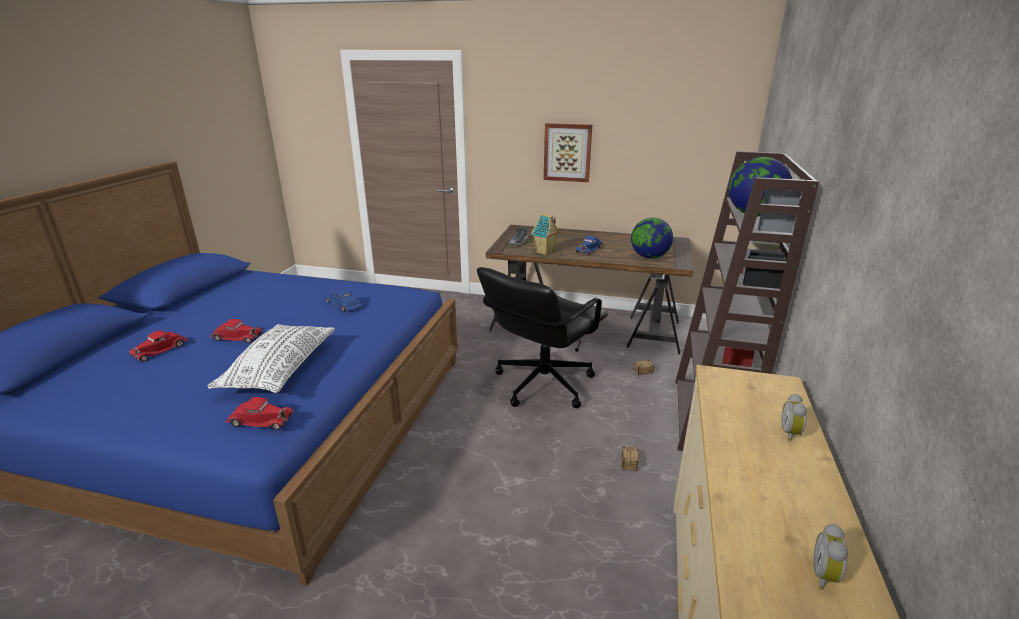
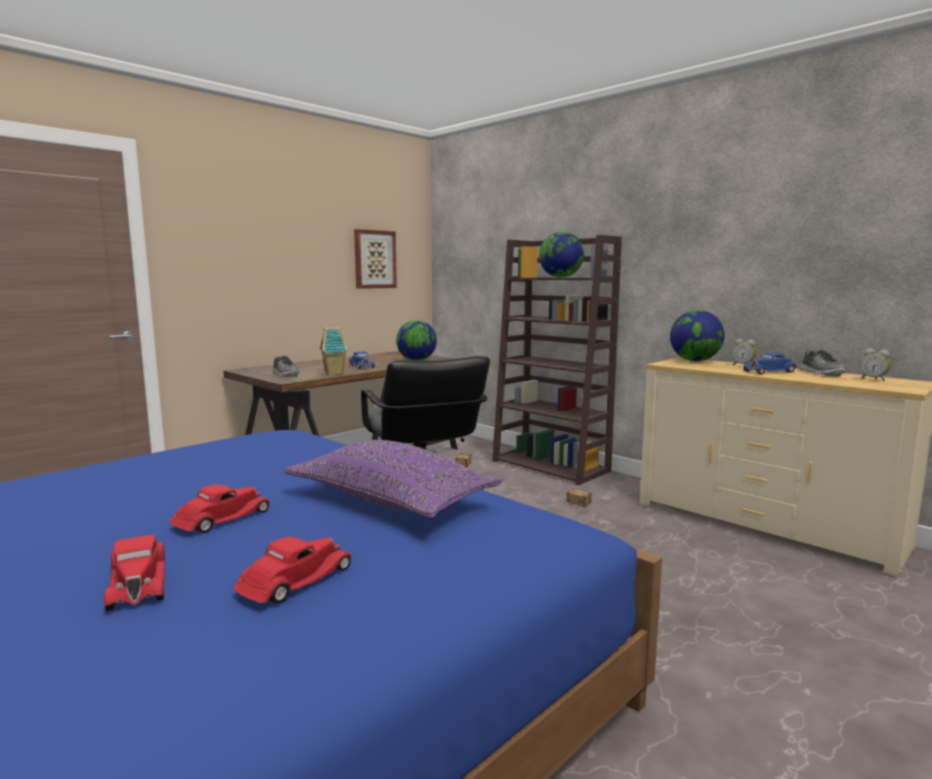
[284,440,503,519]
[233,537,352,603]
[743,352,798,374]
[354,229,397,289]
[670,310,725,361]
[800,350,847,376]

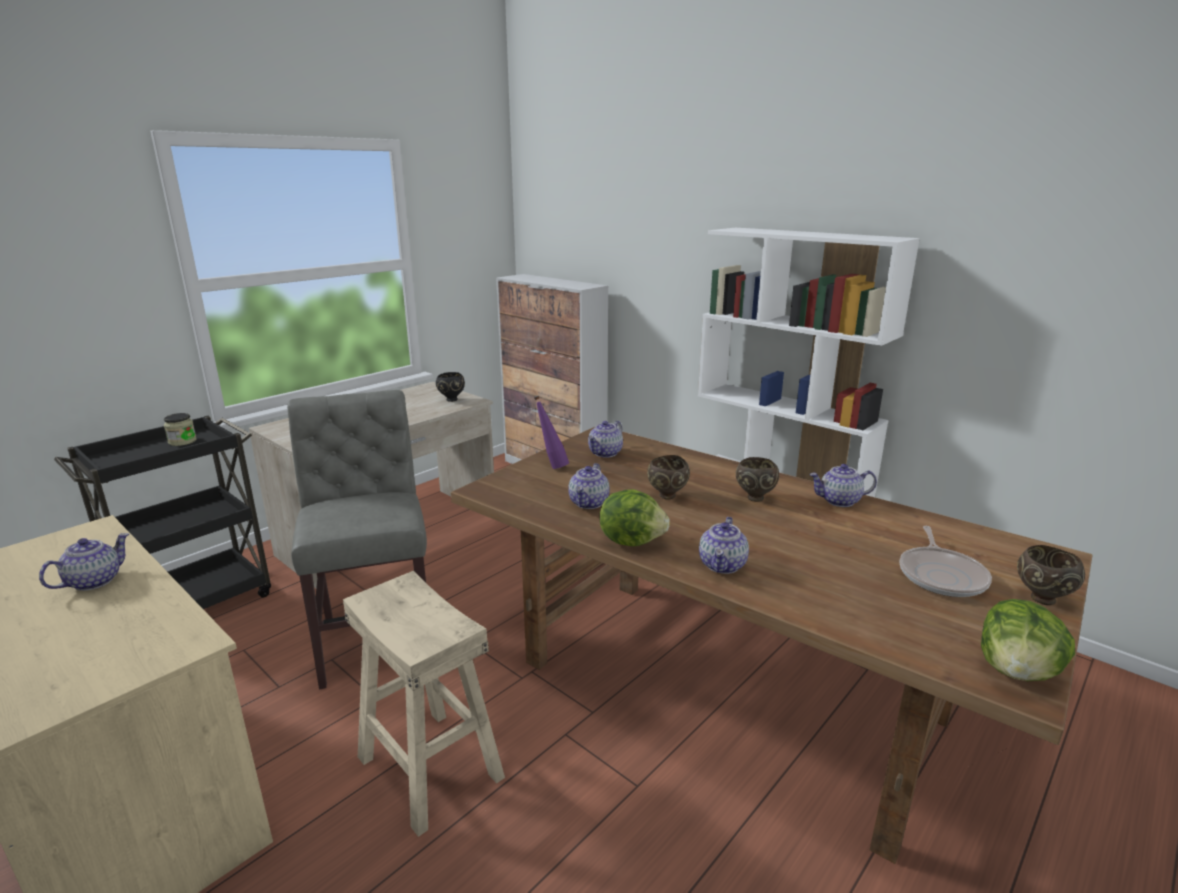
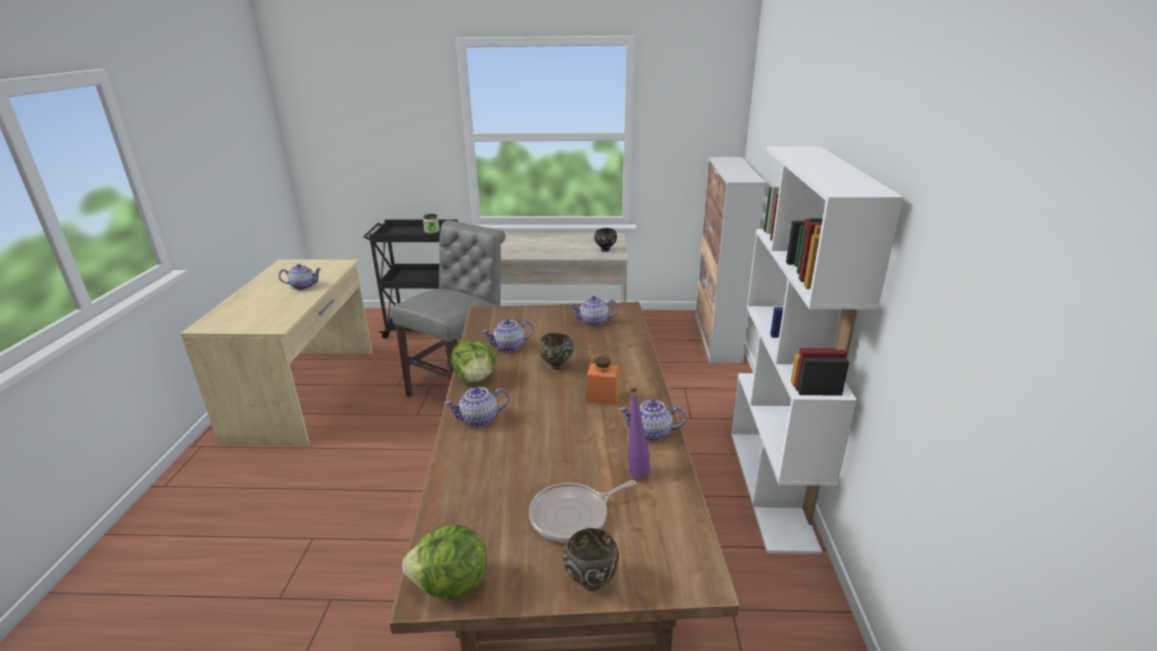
[343,571,505,837] (first image)
[628,388,651,478]
[586,357,619,405]
[619,400,686,441]

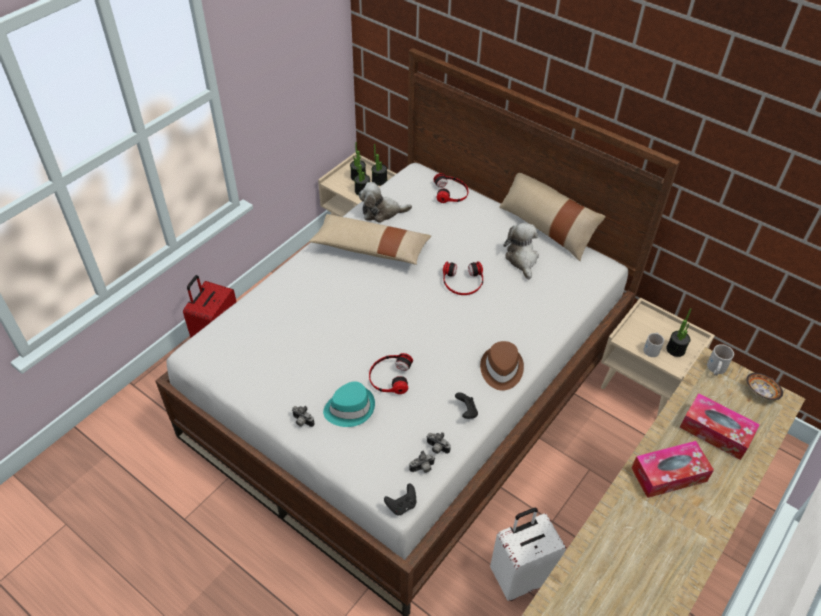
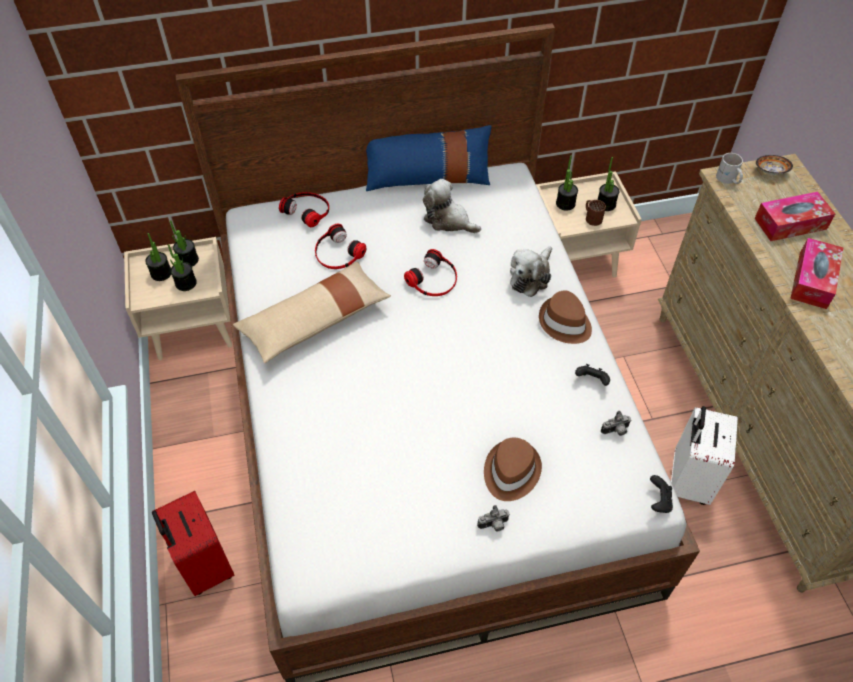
[484,438,542,501]
[510,246,552,297]
[315,224,366,269]
[409,451,435,473] (first image)
[366,125,491,191]
[586,200,606,226]
[556,156,578,211]

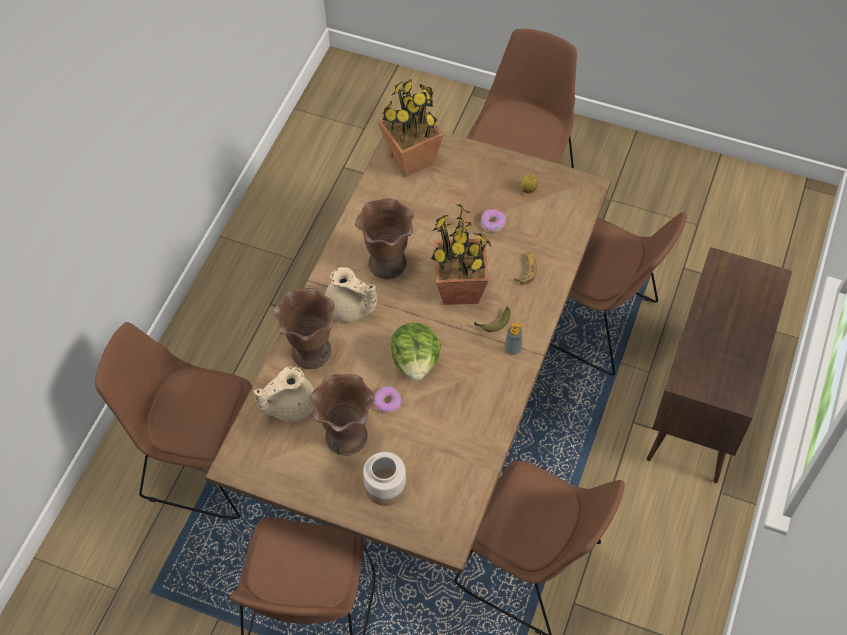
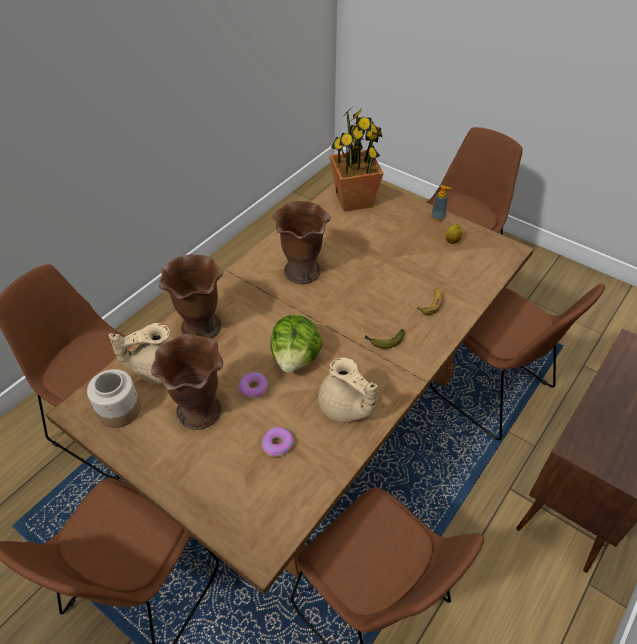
[318,357,378,422]
[87,369,141,428]
[431,204,493,305] (first image)
[262,427,294,457]
[431,185,451,221]

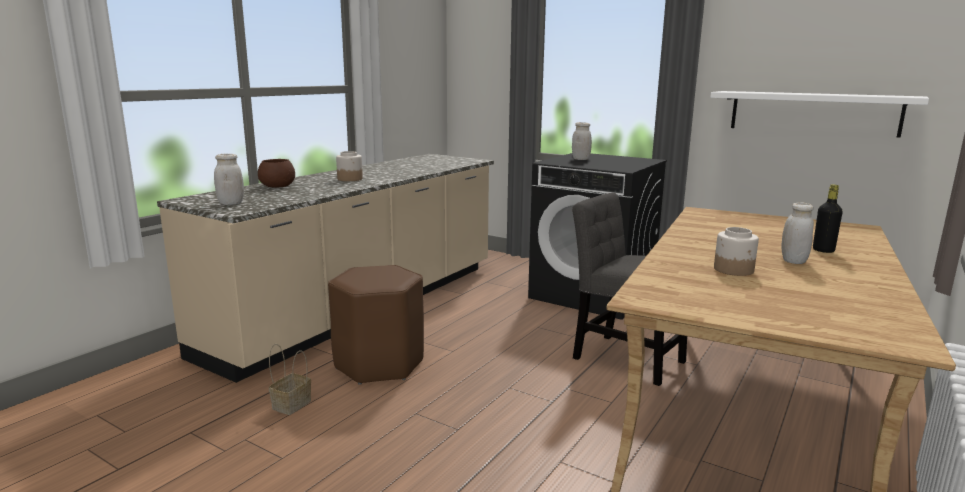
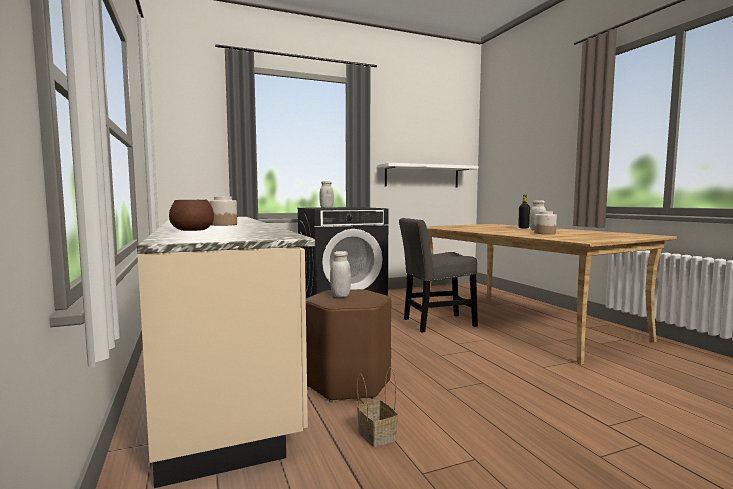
[330,251,351,297]

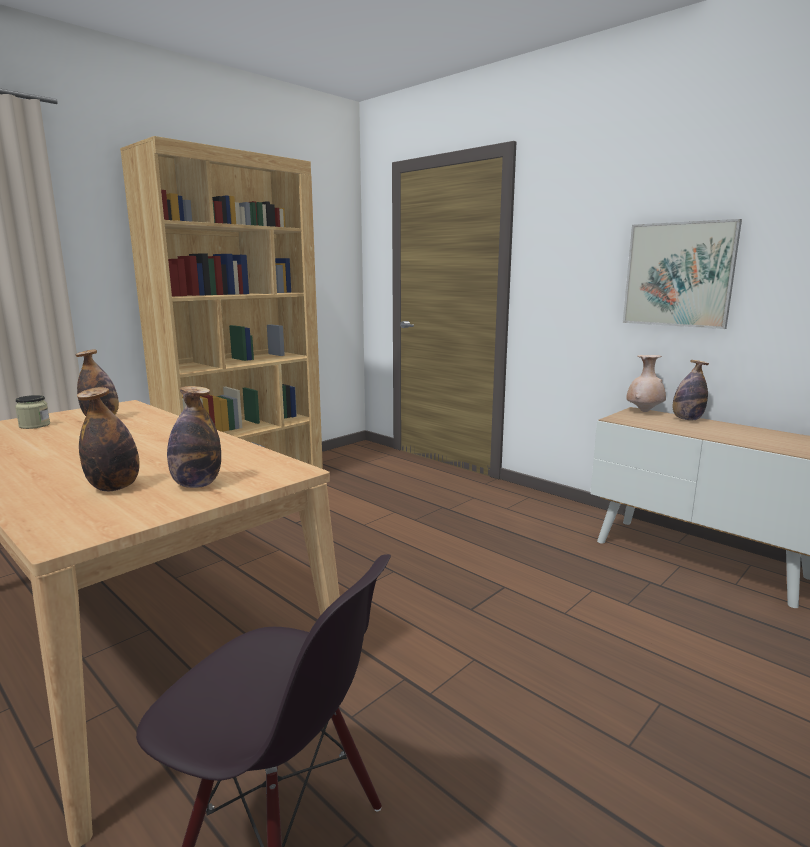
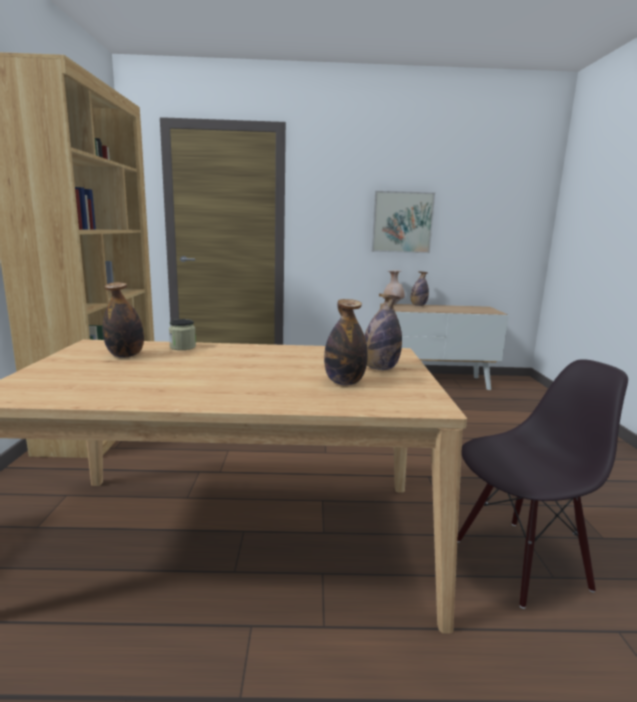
[169,319,196,350]

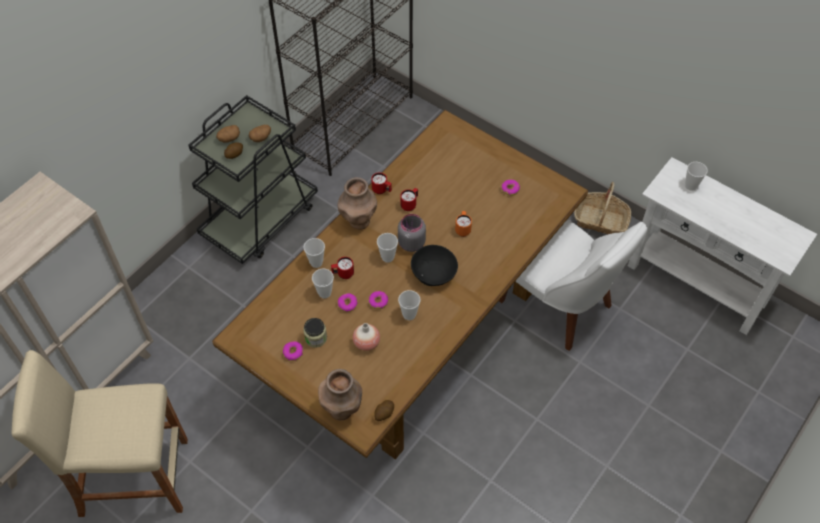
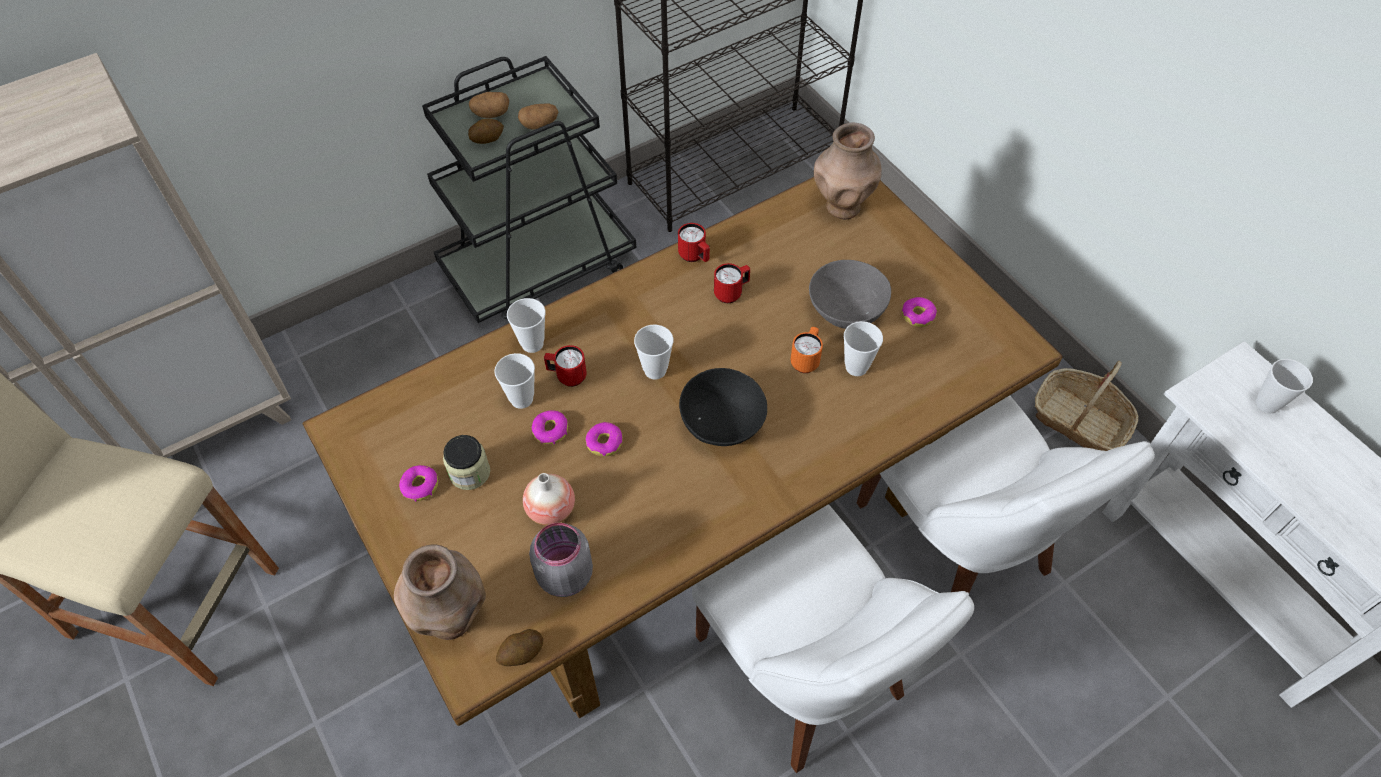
[814,122,881,219]
[529,523,593,597]
[844,321,883,376]
[692,504,974,773]
[809,260,891,329]

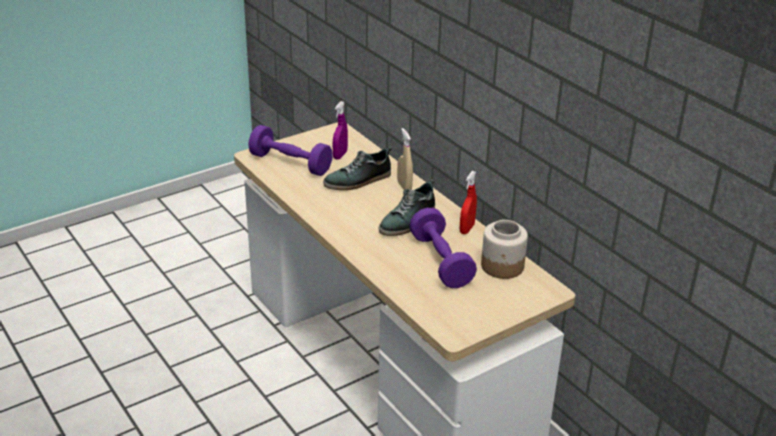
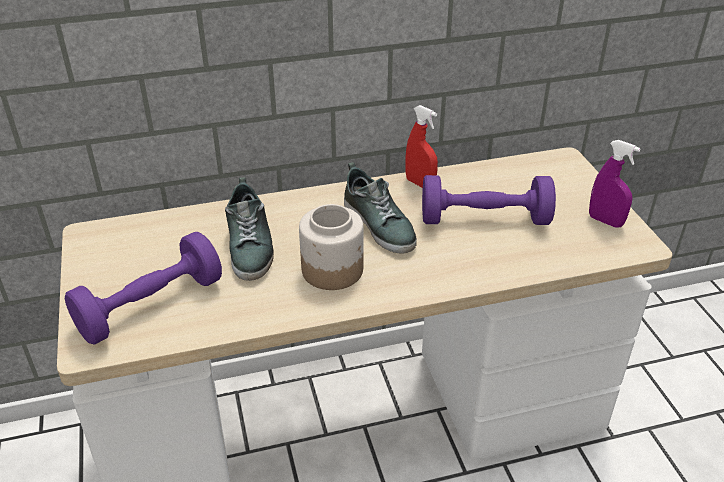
[589,140,641,228]
[397,128,413,190] (first image)
[299,204,364,290]

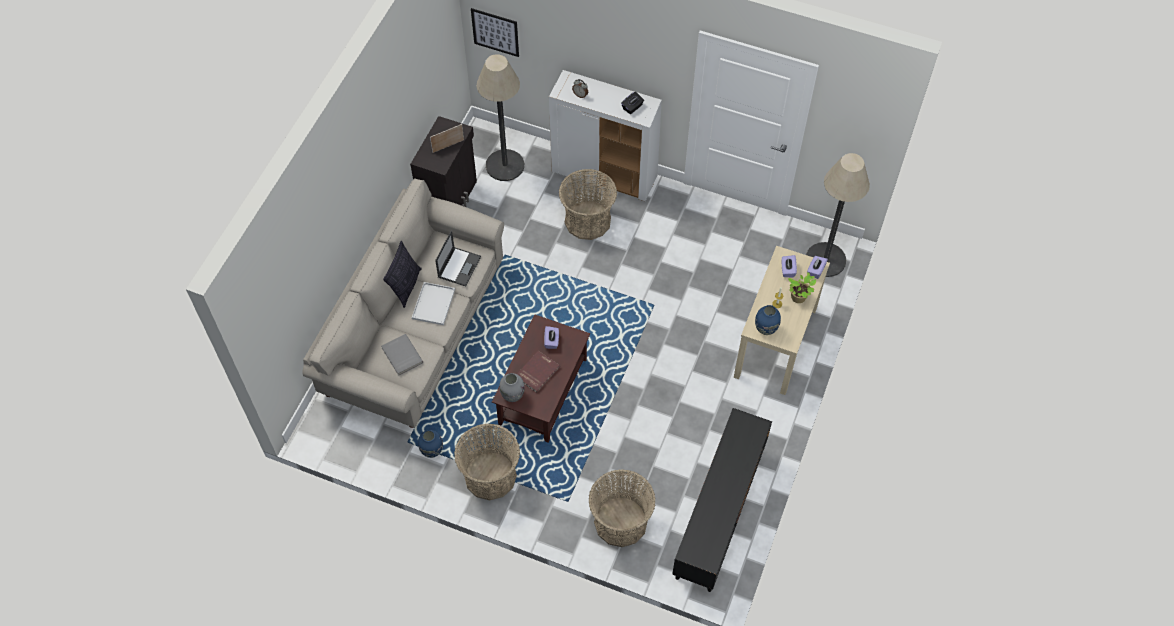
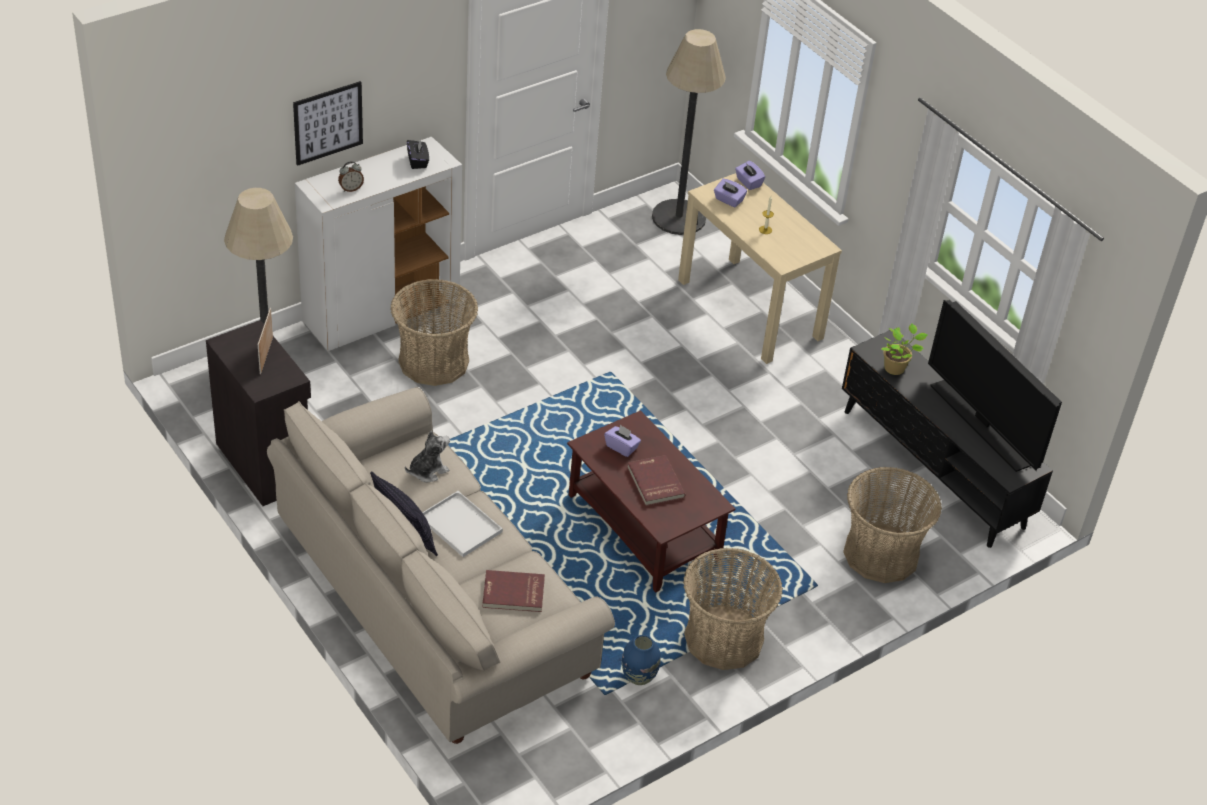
[482,570,545,612]
[405,431,450,482]
[293,81,363,166]
[499,373,525,402] (first image)
[755,305,781,335] (first image)
[882,323,928,375]
[928,300,1062,472]

